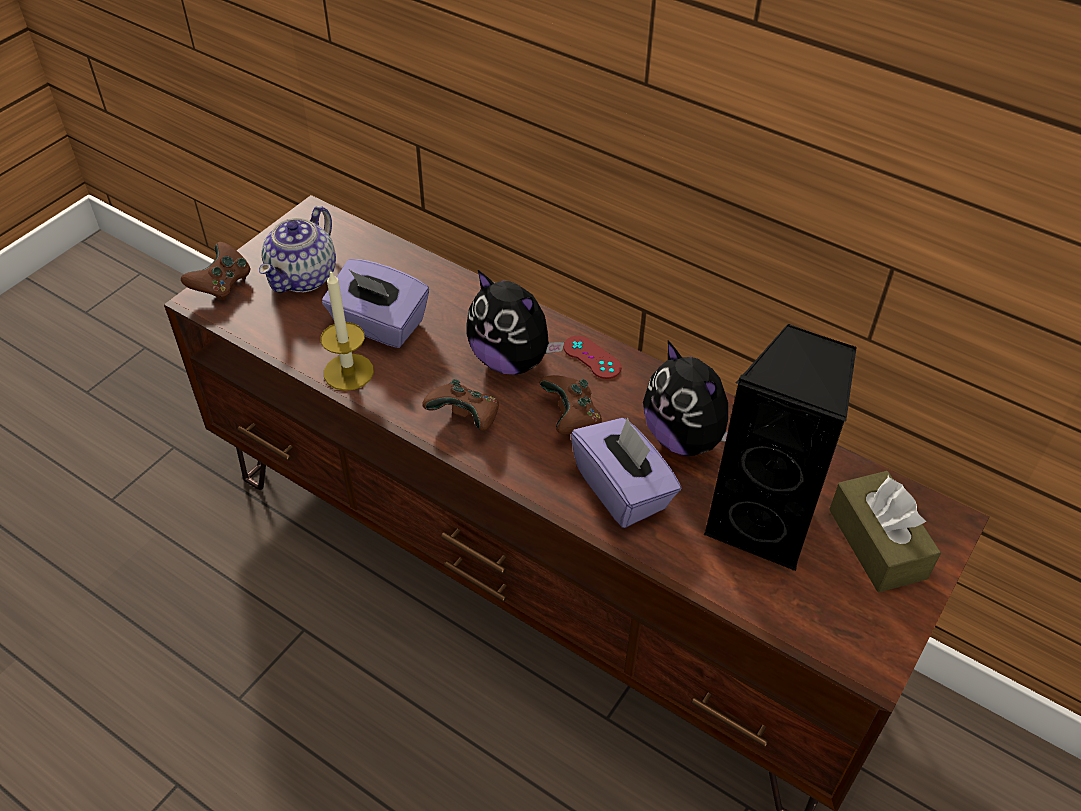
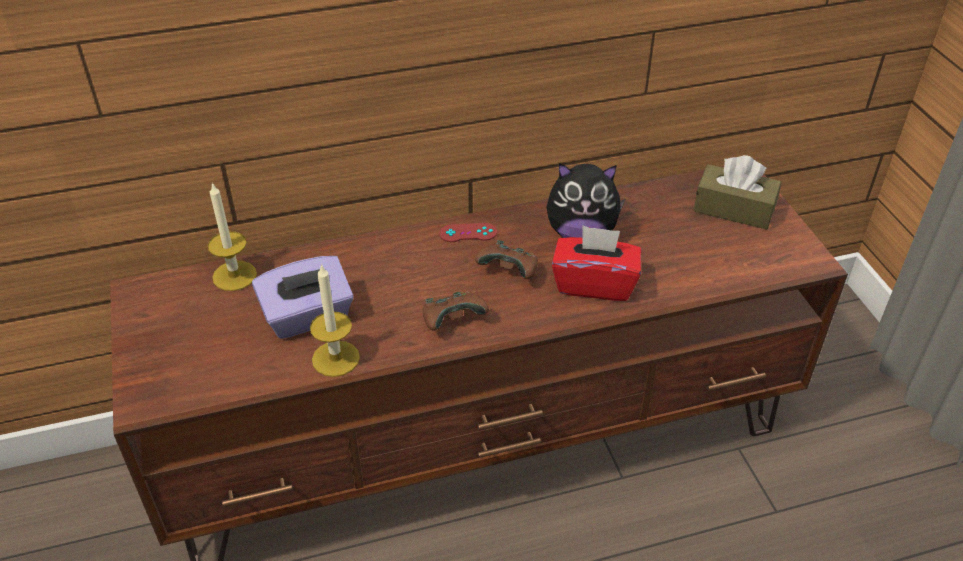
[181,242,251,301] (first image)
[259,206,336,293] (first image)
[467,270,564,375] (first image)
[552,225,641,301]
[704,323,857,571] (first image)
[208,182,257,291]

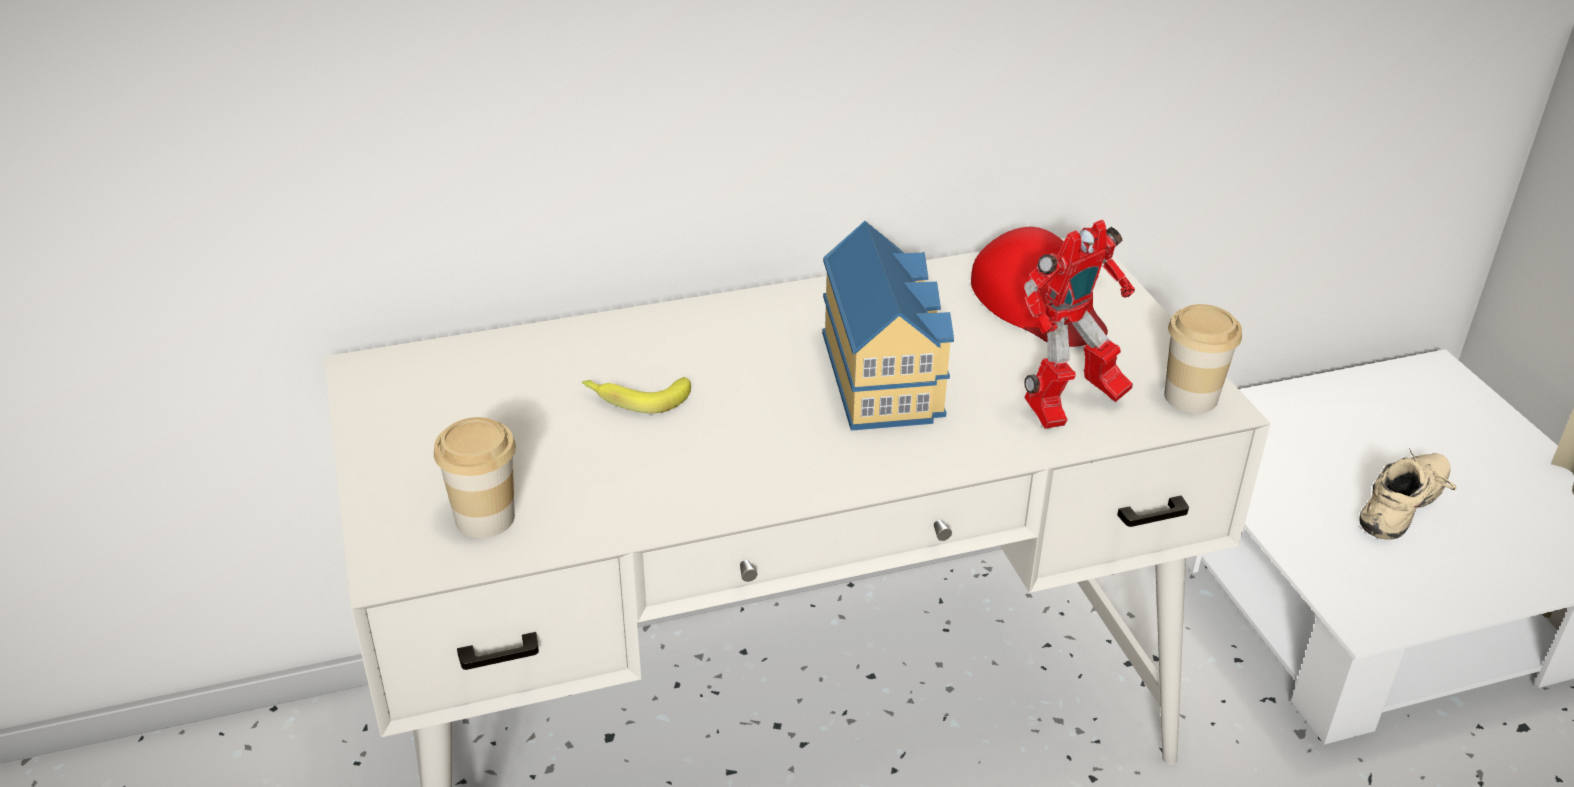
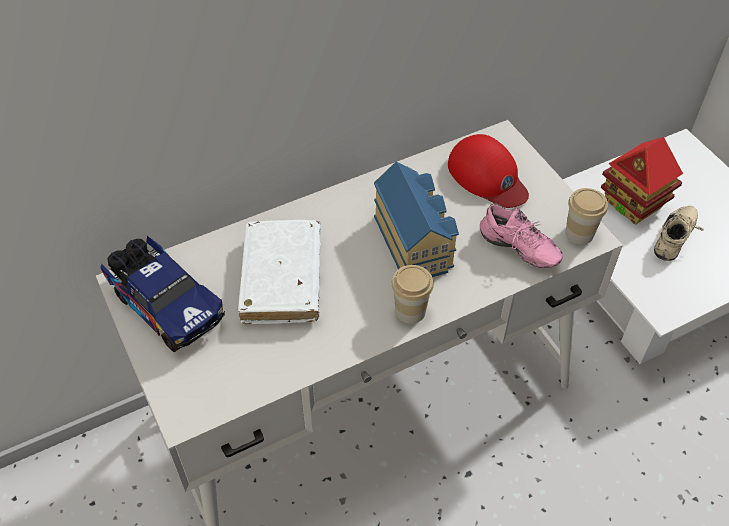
[391,265,434,324]
[238,220,321,324]
[480,204,563,268]
[100,236,225,352]
[601,137,683,224]

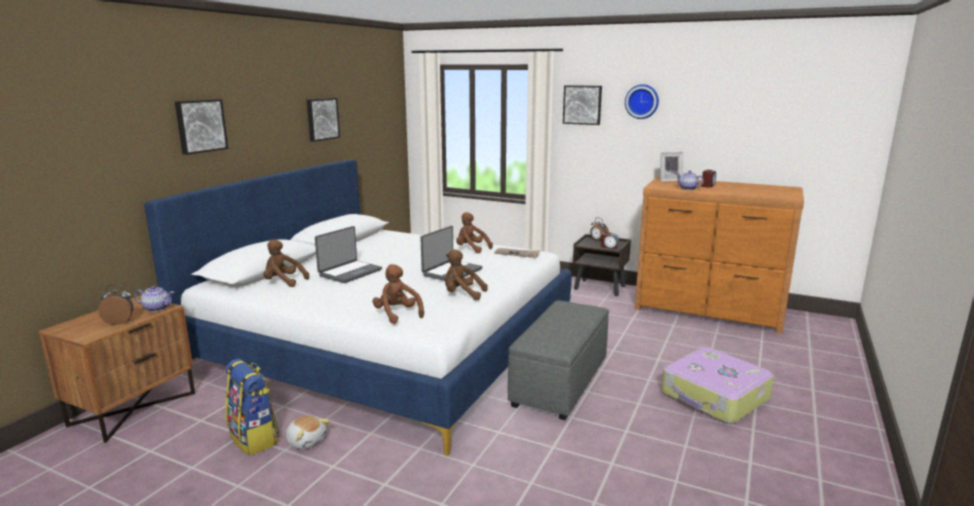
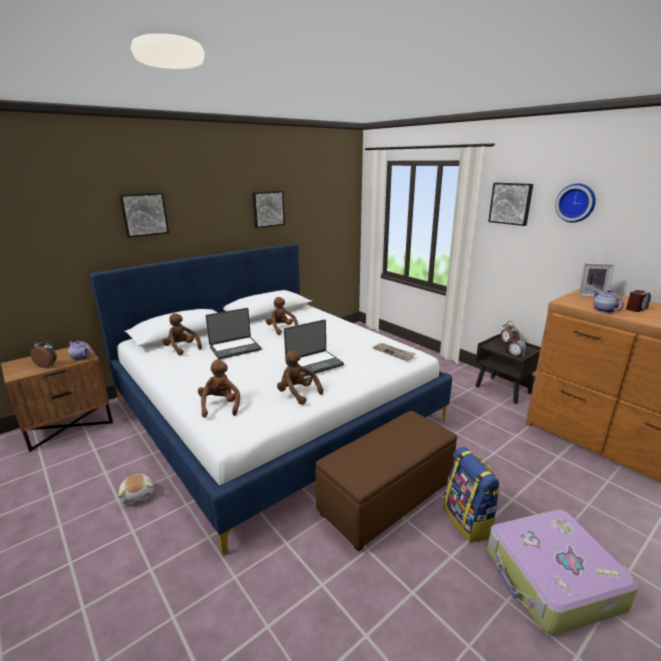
[443,447,501,543]
[266,297,298,335]
[315,411,457,552]

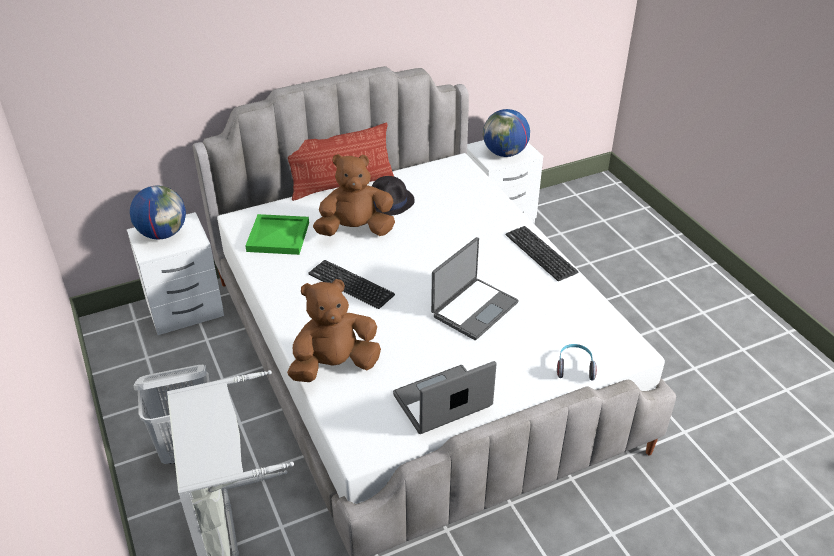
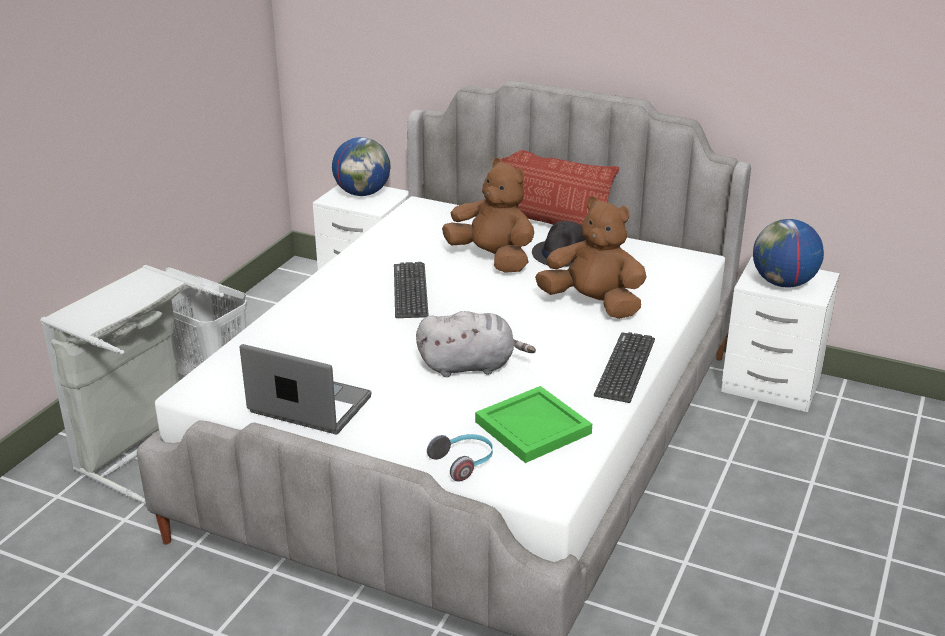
[475,386,592,463]
[535,196,647,319]
[416,311,536,377]

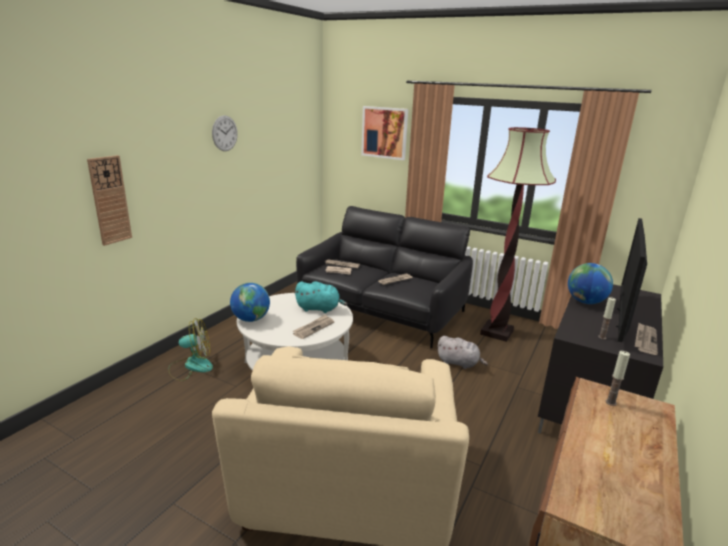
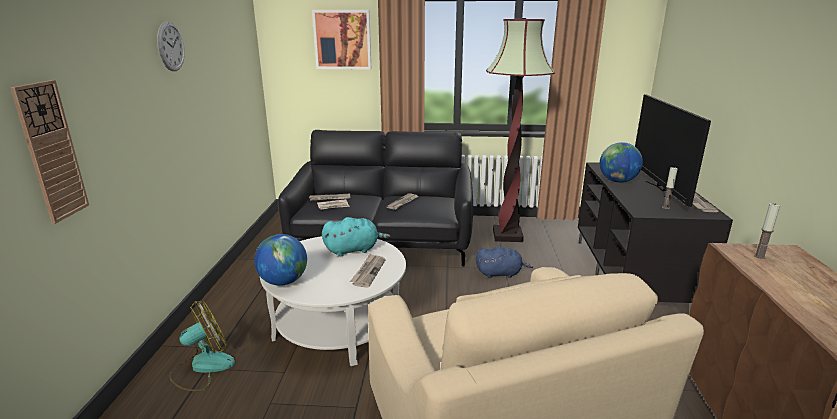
[476,247,533,278]

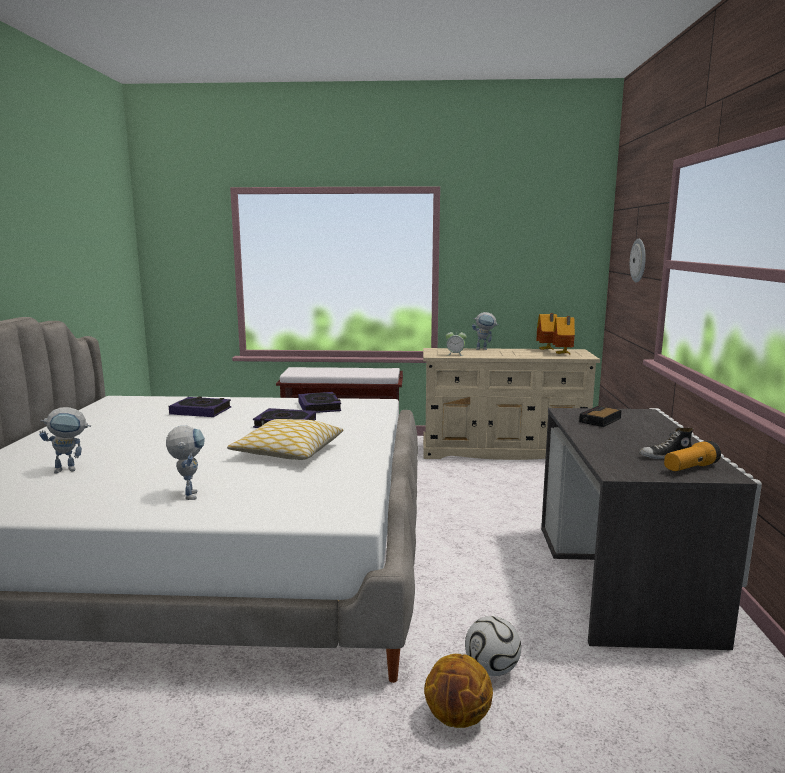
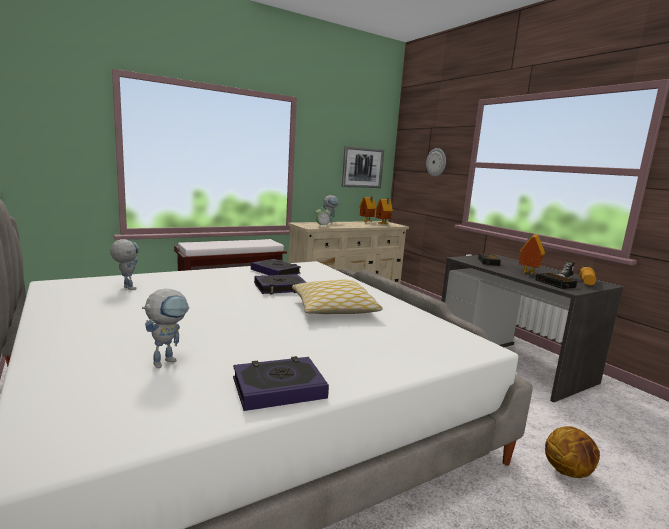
[110,239,139,290]
[233,356,329,411]
[465,616,521,676] (first image)
[342,146,384,188]
[519,233,545,275]
[536,273,577,289]

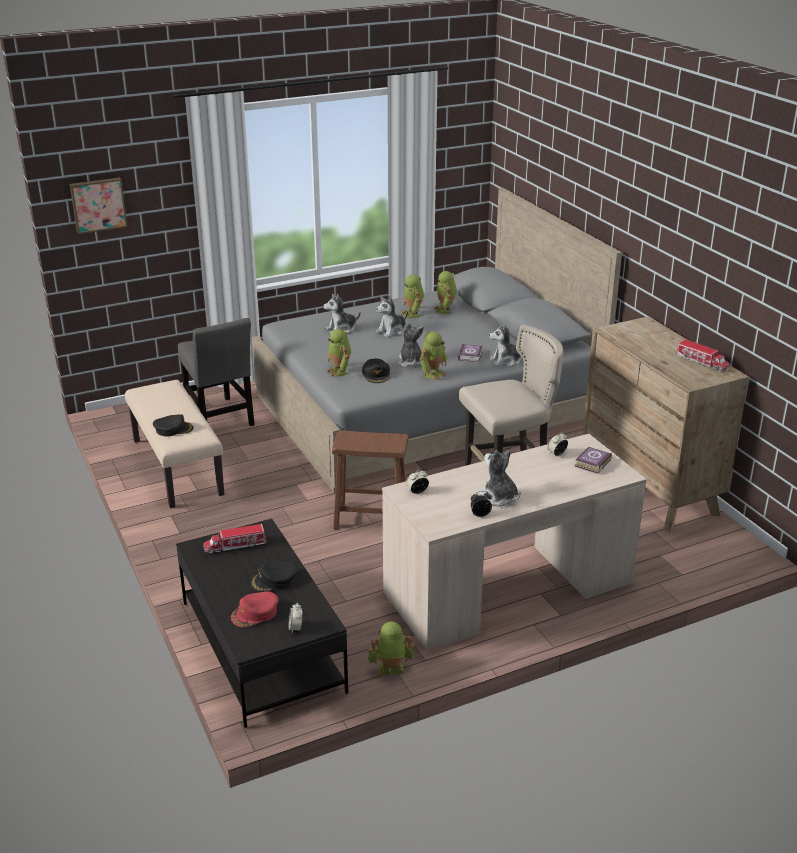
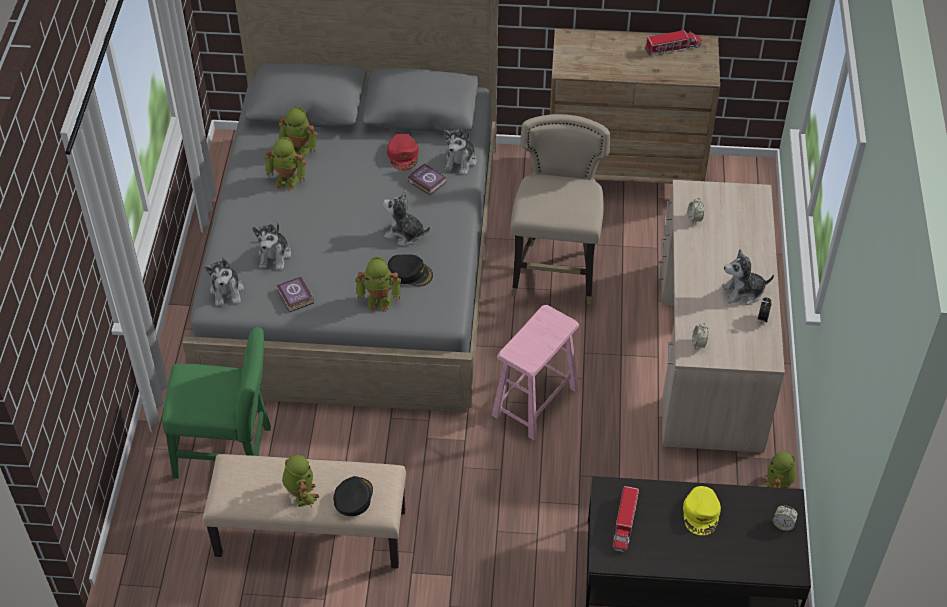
[70,177,127,234] (first image)
[162,327,271,478]
[387,133,419,170]
[683,486,721,535]
[492,305,579,440]
[204,257,244,306]
[282,455,319,507]
[277,276,314,312]

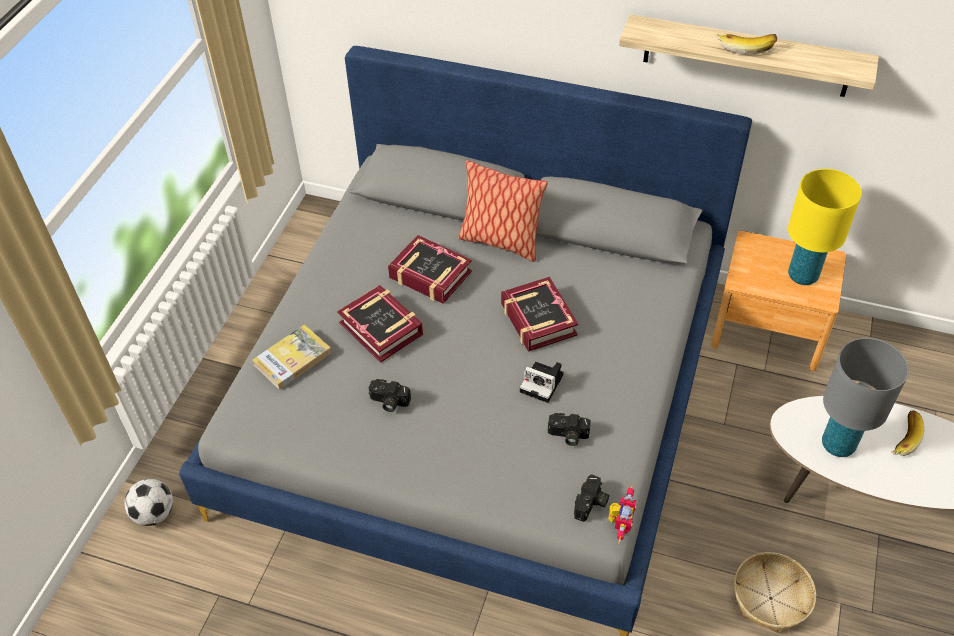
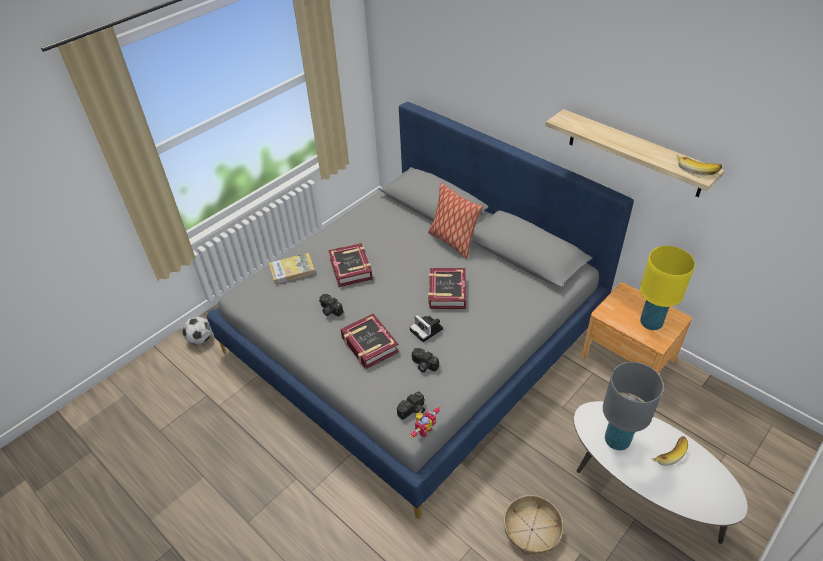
[340,314,399,369]
[676,155,722,176]

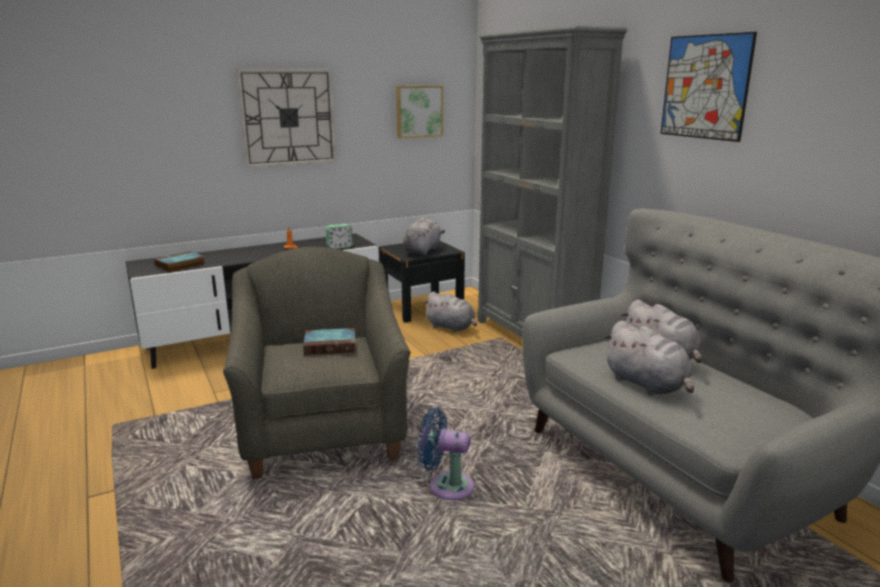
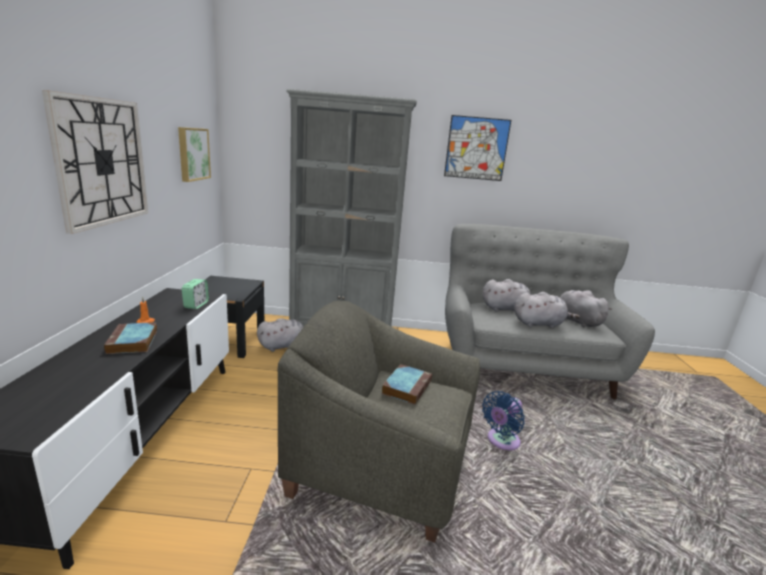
[104,322,157,354]
[560,290,612,327]

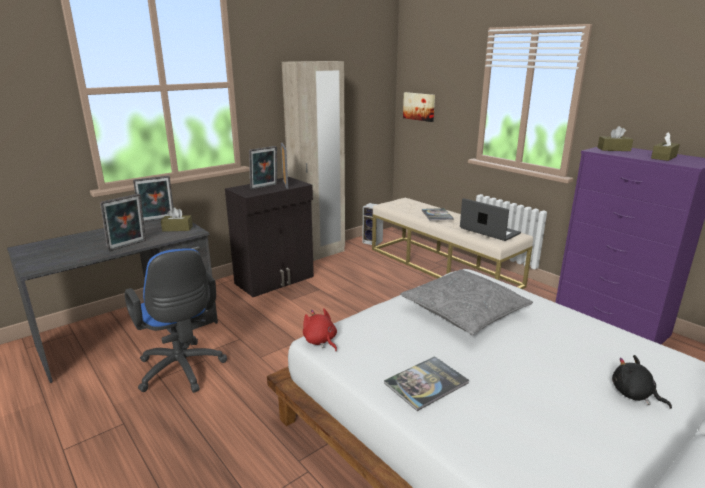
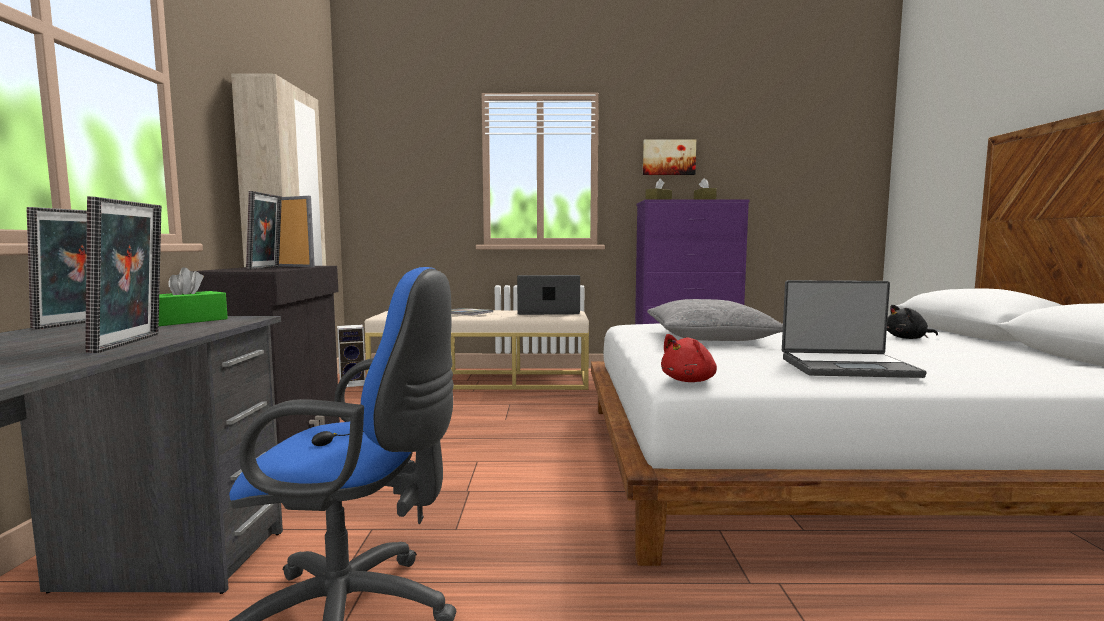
[159,267,228,326]
[661,334,717,382]
[782,280,926,378]
[643,139,696,175]

